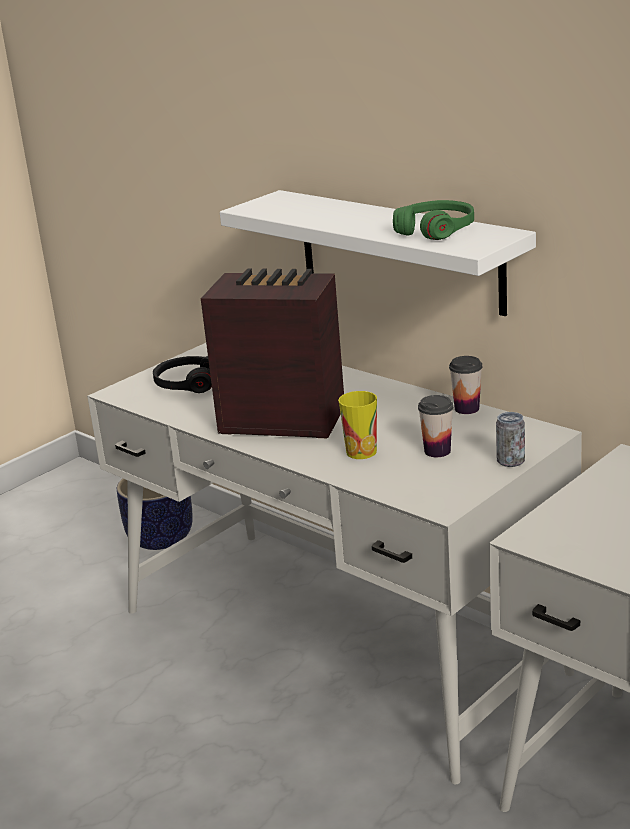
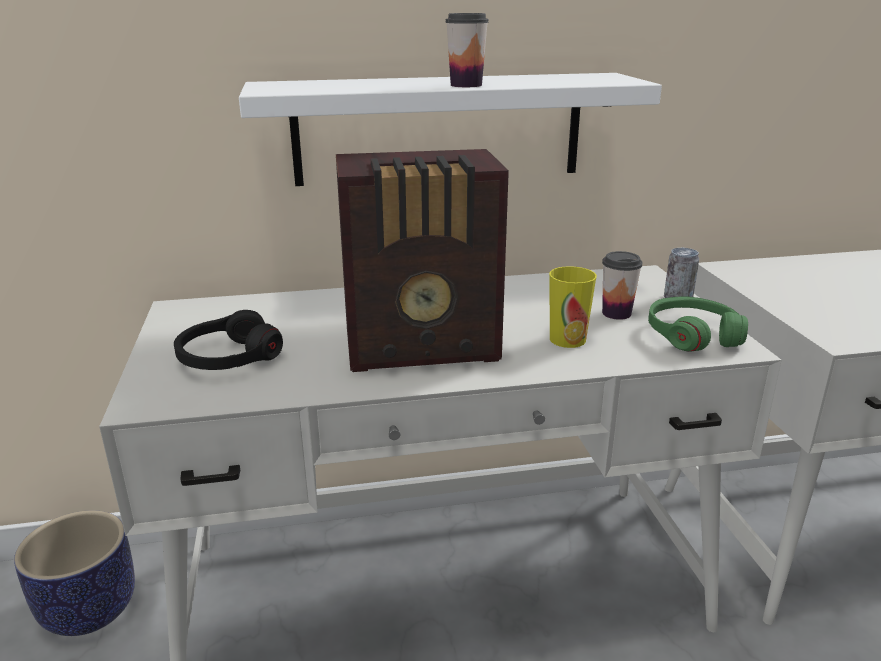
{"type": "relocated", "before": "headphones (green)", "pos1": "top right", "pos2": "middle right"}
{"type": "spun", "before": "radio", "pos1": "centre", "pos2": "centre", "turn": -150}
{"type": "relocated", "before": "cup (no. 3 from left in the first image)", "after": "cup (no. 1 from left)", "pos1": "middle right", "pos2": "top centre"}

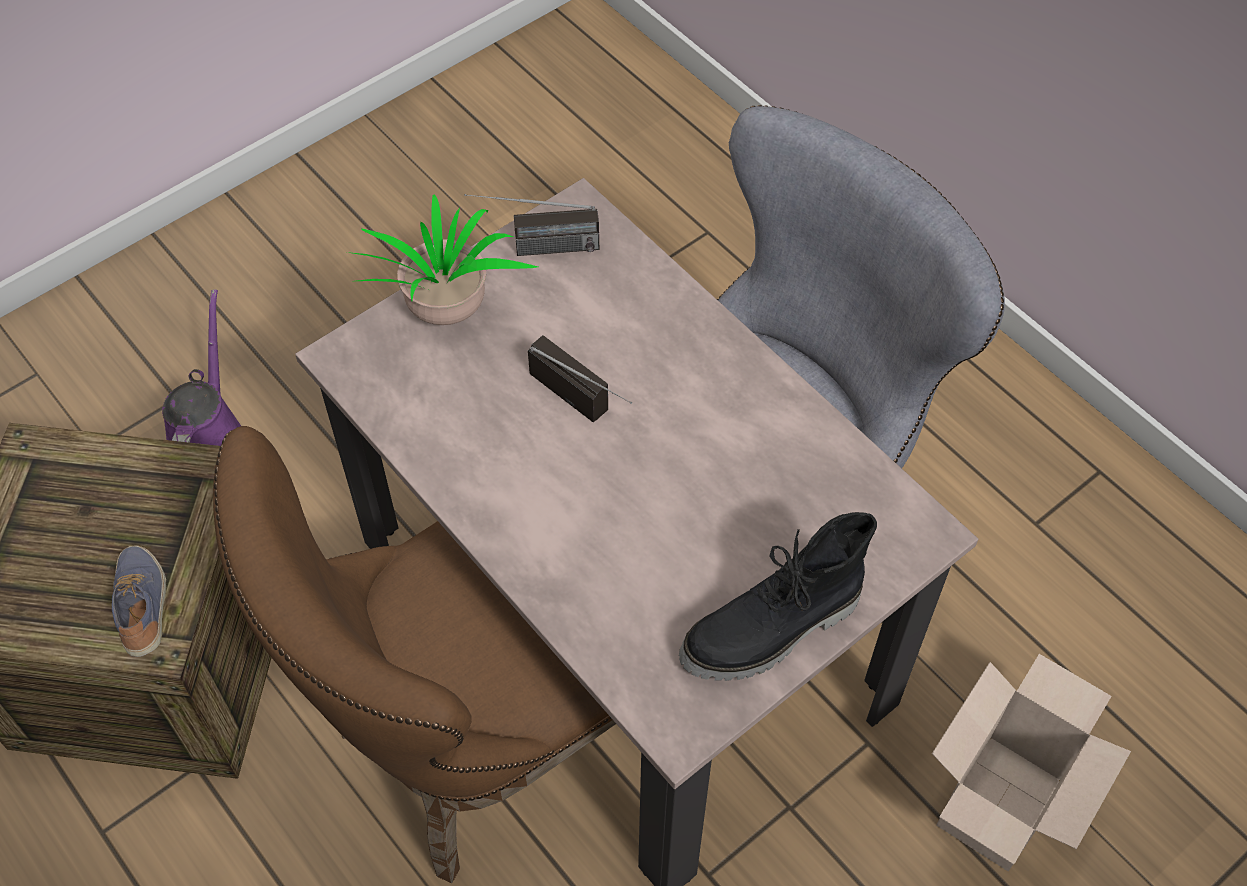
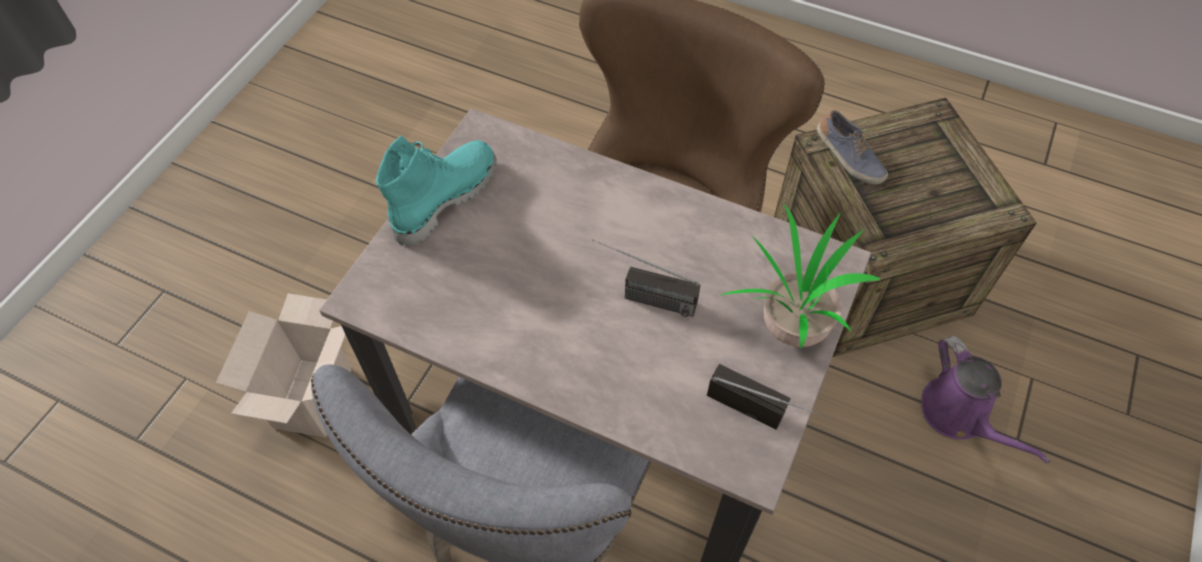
{"type": "spun", "before": "radio (no. 1 from left in the first image)", "pos1": "top centre", "pos2": "bottom centre", "turn": 60}
{"type": "colour", "before": "boot (black)", "after": "boot (turquoise)", "pos1": "bottom centre", "pos2": "centre"}

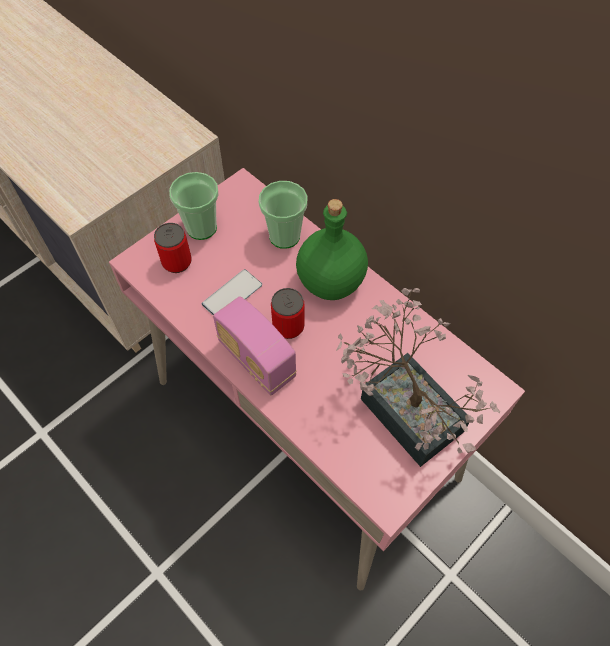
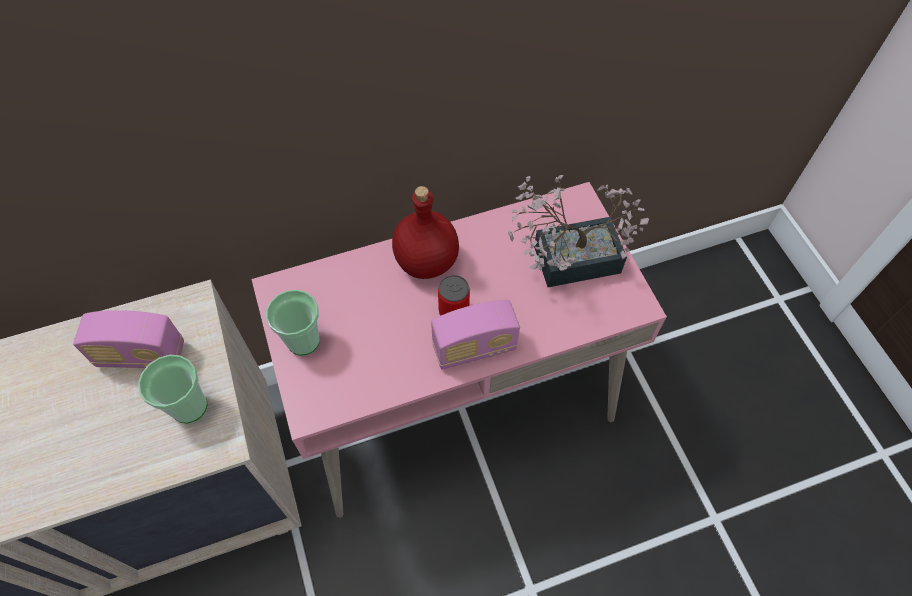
{"type": "relocated", "before": "cup (no. 2 from left in the first image)", "after": "cup (no. 1 from left)", "pos1": "top centre", "pos2": "middle left"}
{"type": "colour", "before": "bottle (green)", "after": "bottle (red)", "pos1": "centre", "pos2": "centre"}
{"type": "missing", "before": "can (no. 1 from left)", "pos1": "middle left"}
{"type": "missing", "before": "phone", "pos1": "centre"}
{"type": "appeared", "after": "radio (no. 1 from left)", "pos2": "middle left"}

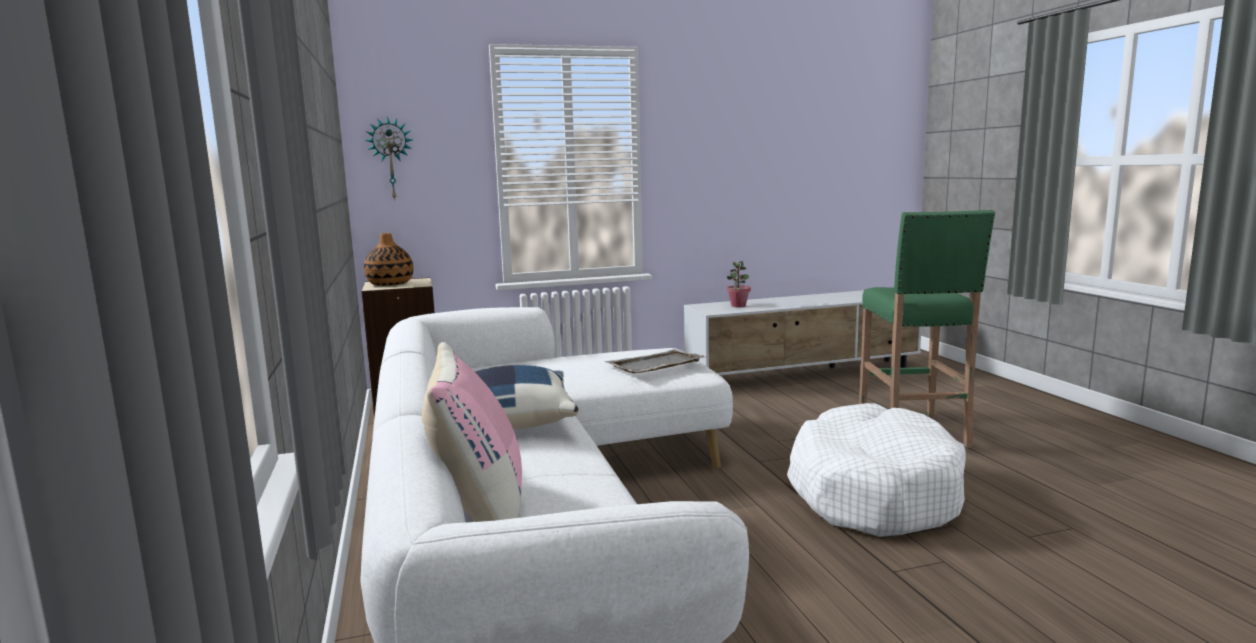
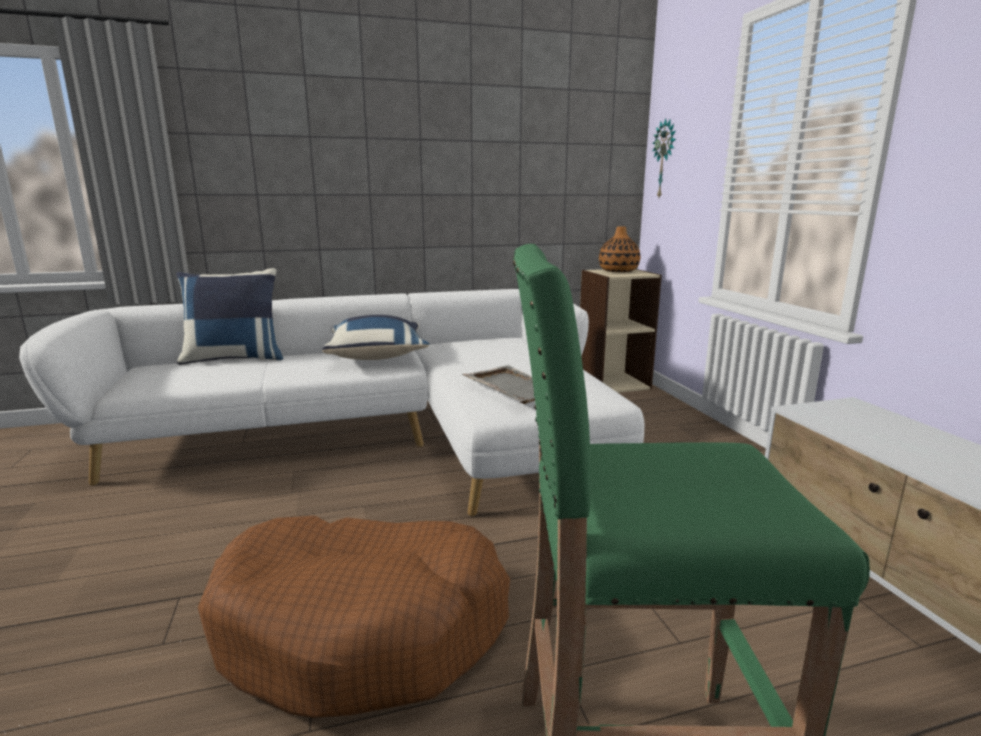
{"type": "missing", "before": "potted plant", "pos1": "centre"}
{"type": "colour", "before": "pillow (pink)", "after": "pillow (blue) (no. 1 from left)", "pos1": "bottom centre", "pos2": "middle left"}
{"type": "colour", "before": "dog bed (white)", "after": "dog bed (brown)", "pos1": "bottom right", "pos2": "bottom centre"}

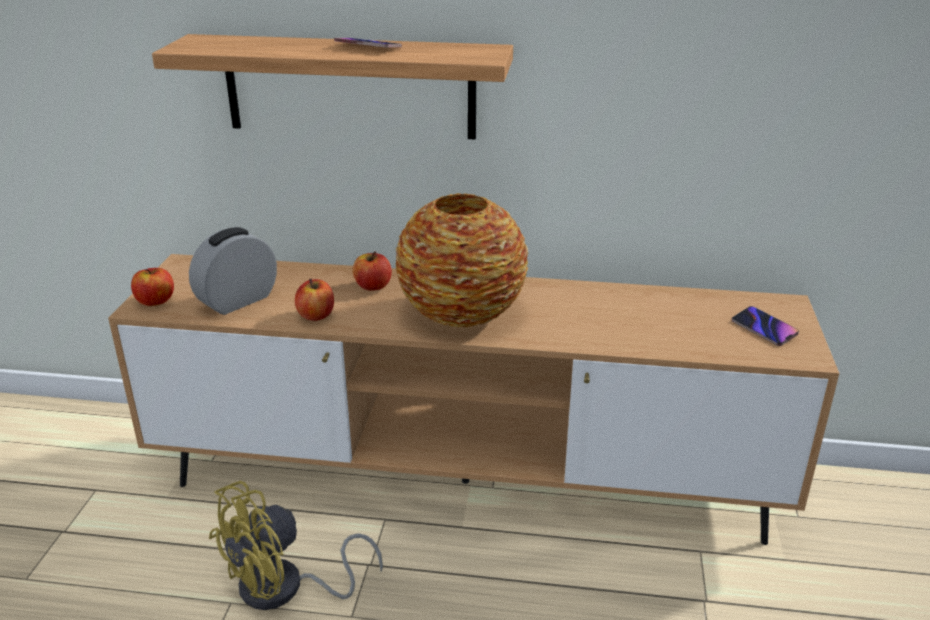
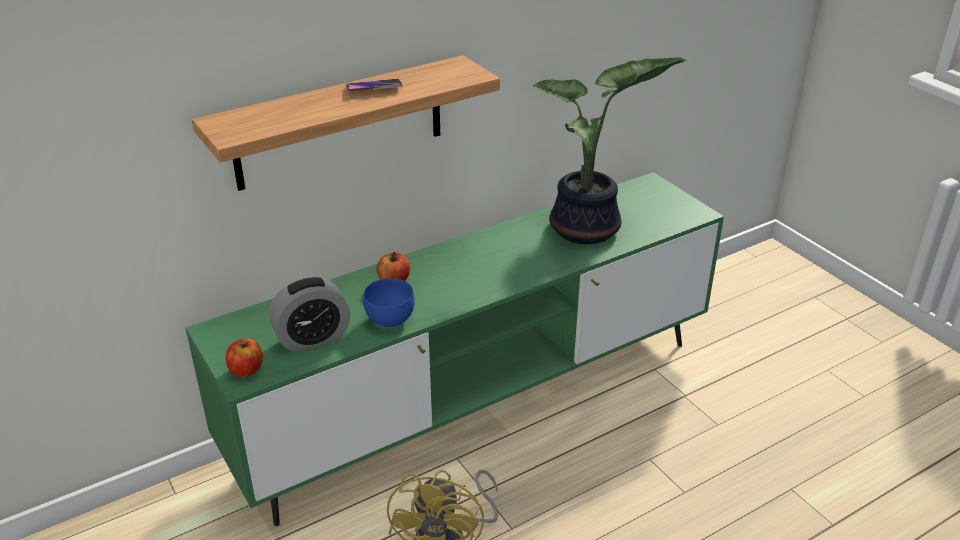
{"type": "missing", "before": "vase", "pos1": "centre"}
{"type": "spun", "before": "alarm clock", "pos1": "middle left", "pos2": "middle left", "turn": -120}
{"type": "colour", "before": "tv stand (brown)", "after": "tv stand (green)", "pos1": "centre", "pos2": "centre"}
{"type": "exchanged", "before": "apple (no. 2 from left)", "after": "bowl (blue)", "pos1": "centre", "pos2": "centre"}
{"type": "missing", "before": "phone (no. 2 from left)", "pos1": "middle right"}
{"type": "appeared", "after": "potted plant", "pos2": "top centre"}

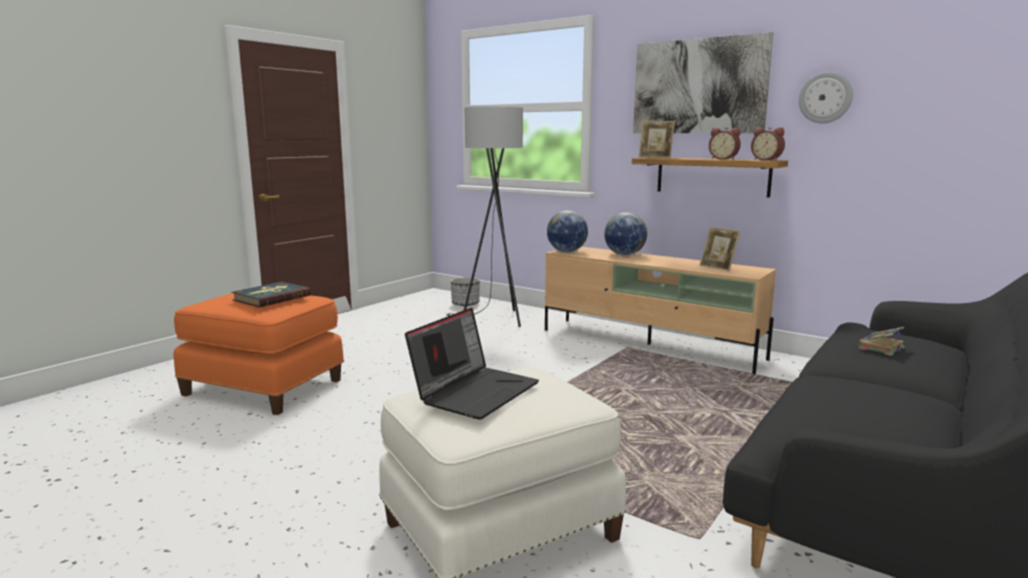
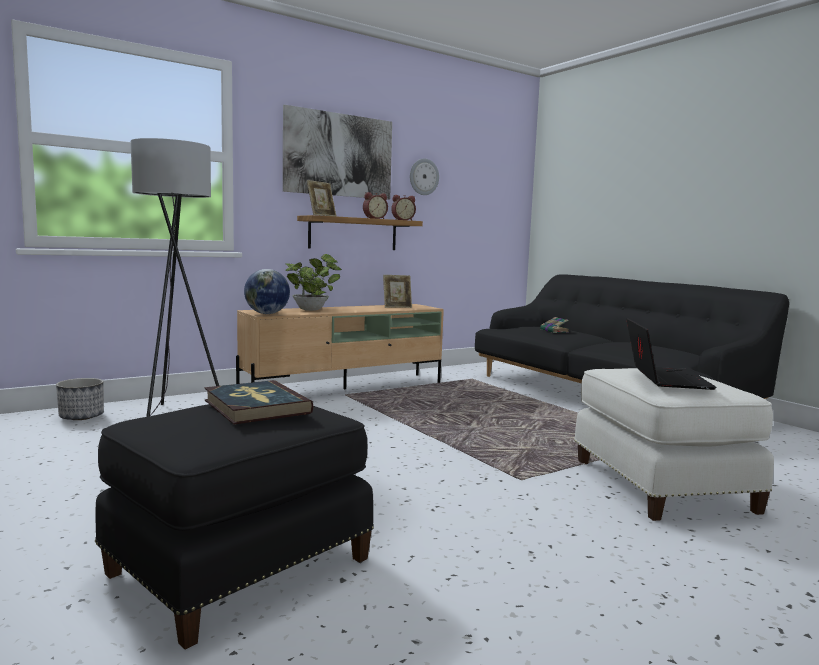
{"type": "exchanged", "before": "globe (no. 2 from left)", "after": "potted plant", "pos1": "centre", "pos2": "centre"}
{"type": "colour", "before": "ottoman (orange)", "after": "ottoman (black)", "pos1": "middle left", "pos2": "bottom left"}
{"type": "spun", "before": "laptop", "pos1": "centre", "pos2": "middle right", "turn": 45}

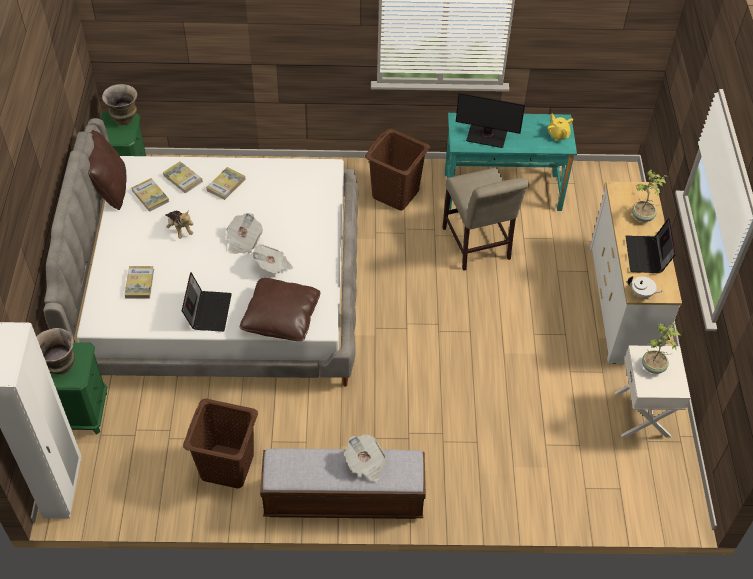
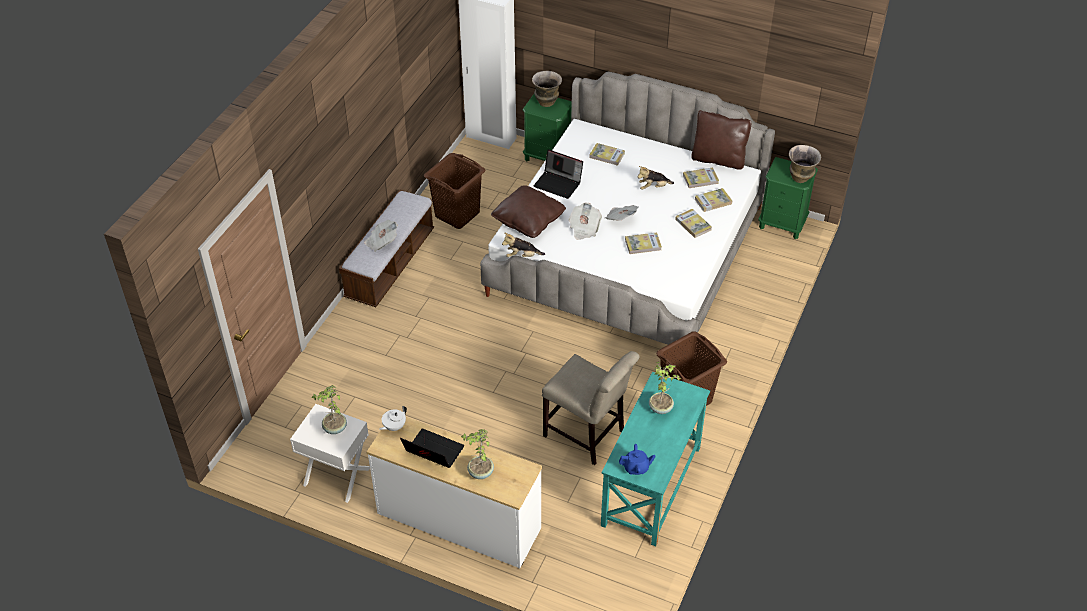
{"type": "exchanged", "before": "monitor", "after": "potted plant (no. 3 from left)", "pos1": "top centre", "pos2": "centre"}
{"type": "colour", "before": "teapot (yellow)", "after": "teapot (blue)", "pos1": "top right", "pos2": "bottom centre"}
{"type": "spun", "before": "chair (beige)", "pos1": "centre", "pos2": "bottom centre", "turn": -150}
{"type": "appeared", "after": "book (no. 2 from left)", "pos2": "centre"}
{"type": "appeared", "after": "plush toy (no. 1 from left)", "pos2": "centre"}

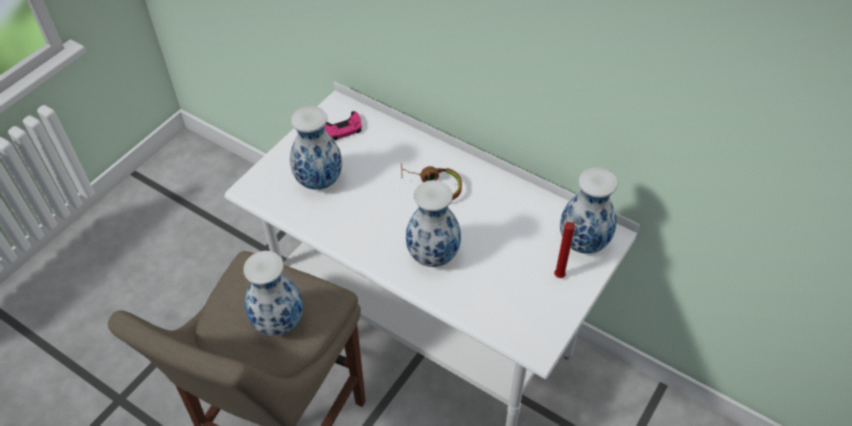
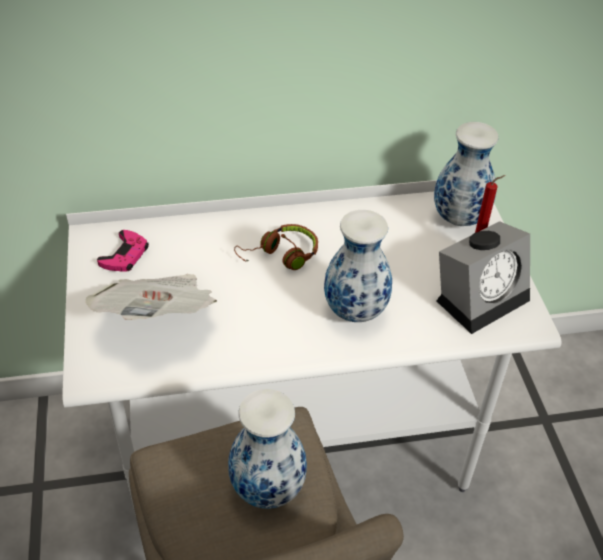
{"type": "exchanged", "before": "vase (no. 2 from left)", "after": "newspaper", "pos1": "centre", "pos2": "middle left"}
{"type": "appeared", "after": "alarm clock", "pos2": "middle right"}

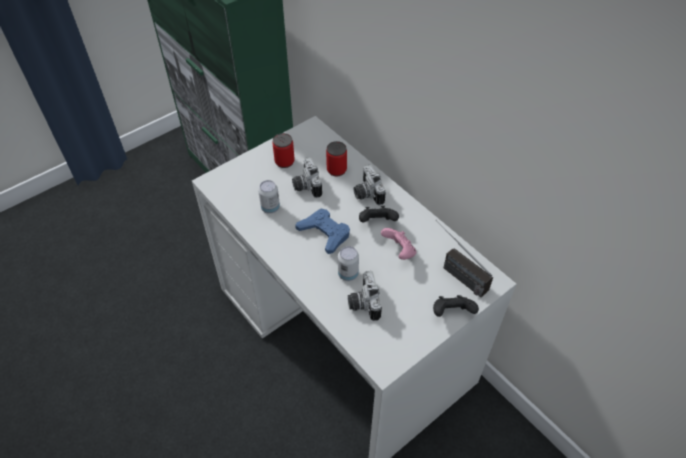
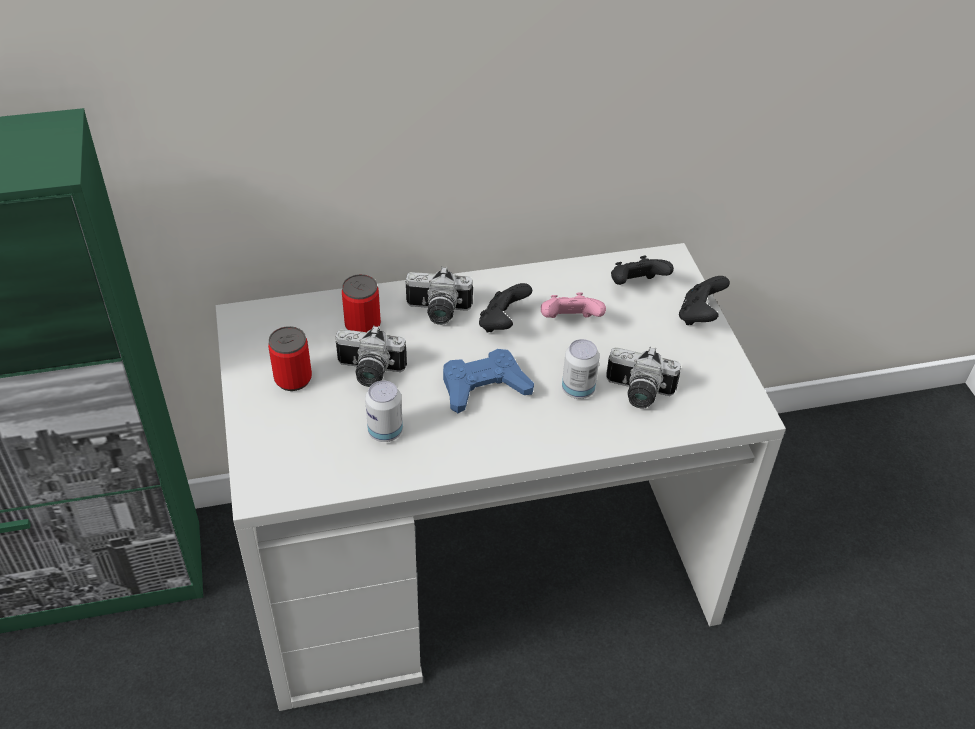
{"type": "exchanged", "before": "radio", "after": "game controller (black) (no. 2 from left)", "pos1": "middle right", "pos2": "centre"}

